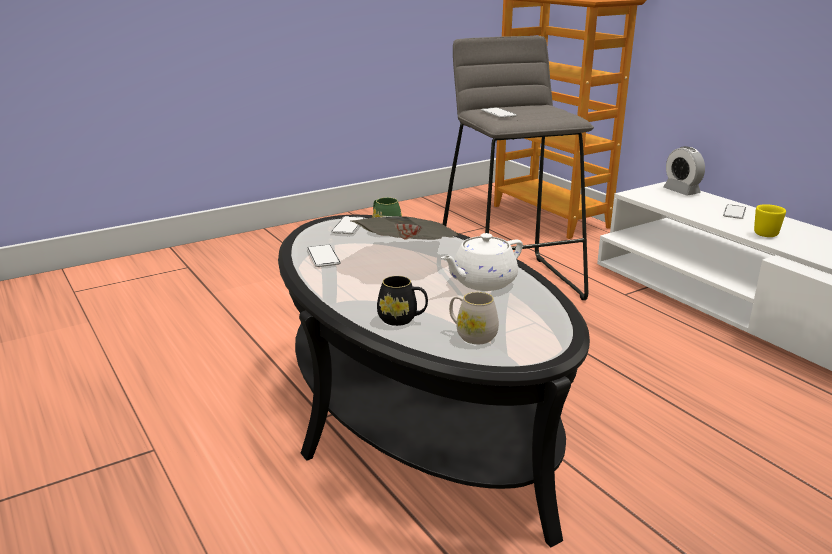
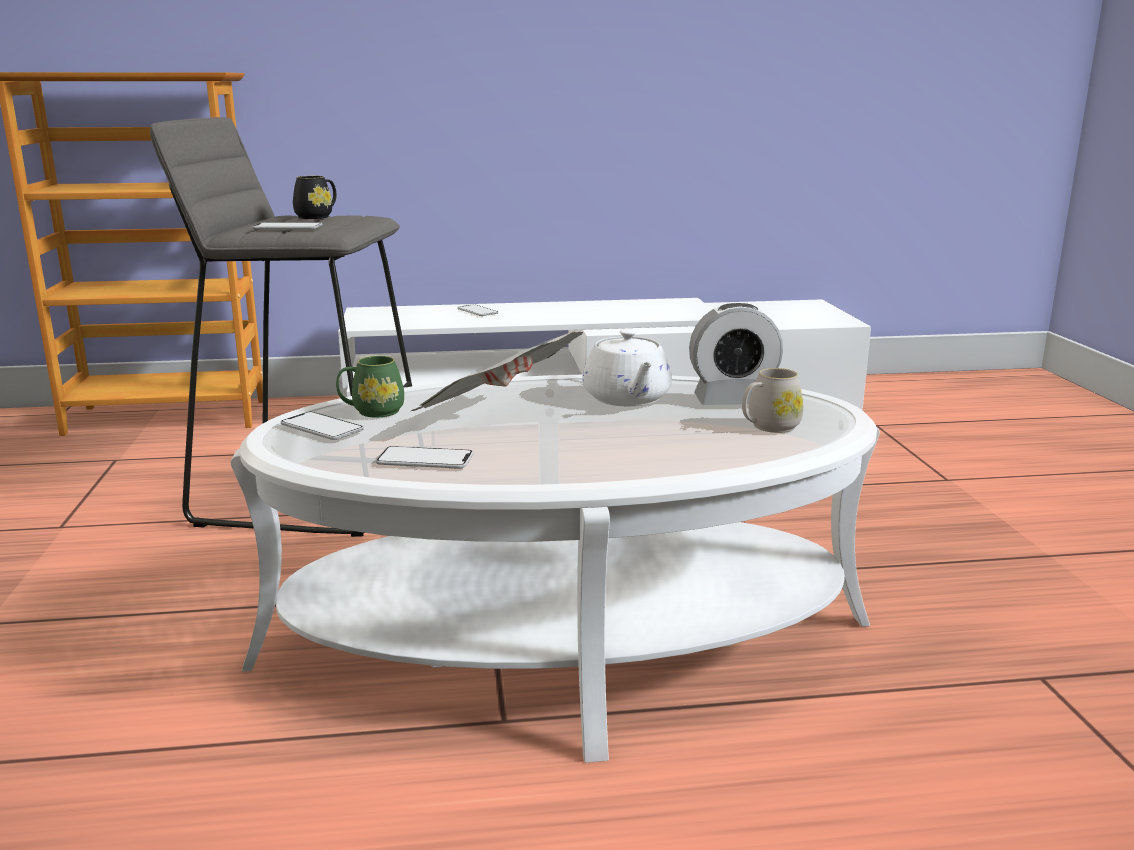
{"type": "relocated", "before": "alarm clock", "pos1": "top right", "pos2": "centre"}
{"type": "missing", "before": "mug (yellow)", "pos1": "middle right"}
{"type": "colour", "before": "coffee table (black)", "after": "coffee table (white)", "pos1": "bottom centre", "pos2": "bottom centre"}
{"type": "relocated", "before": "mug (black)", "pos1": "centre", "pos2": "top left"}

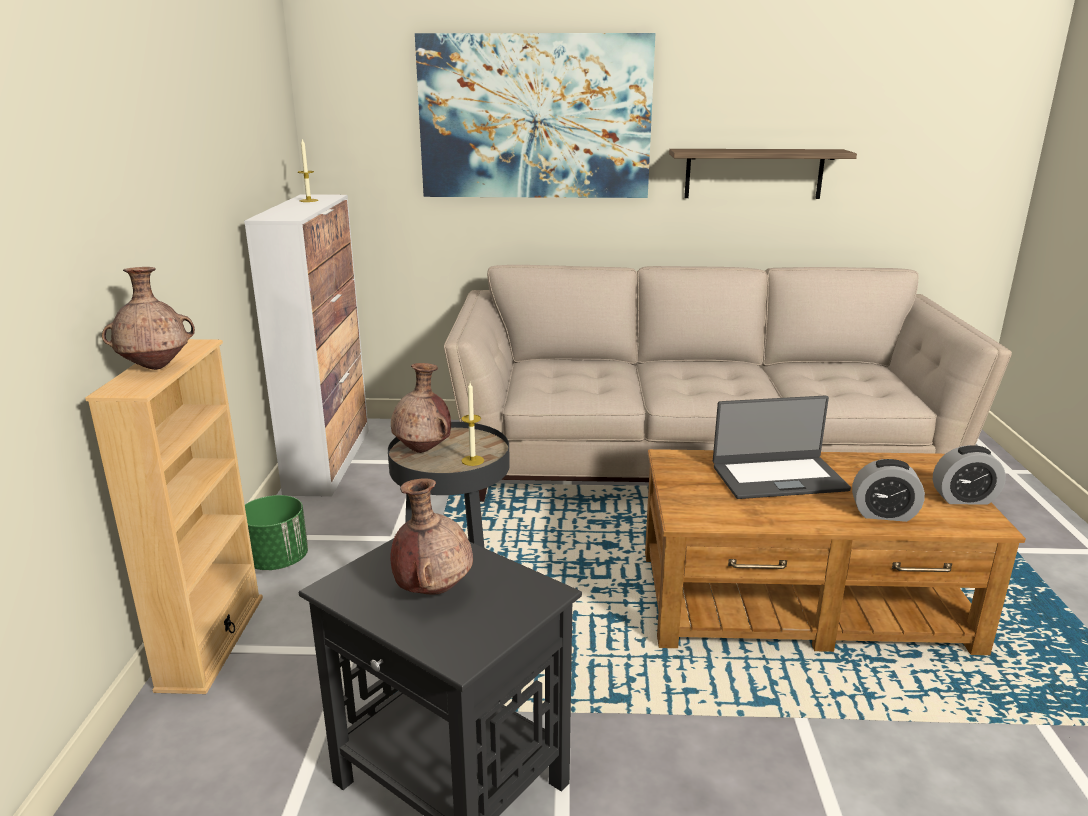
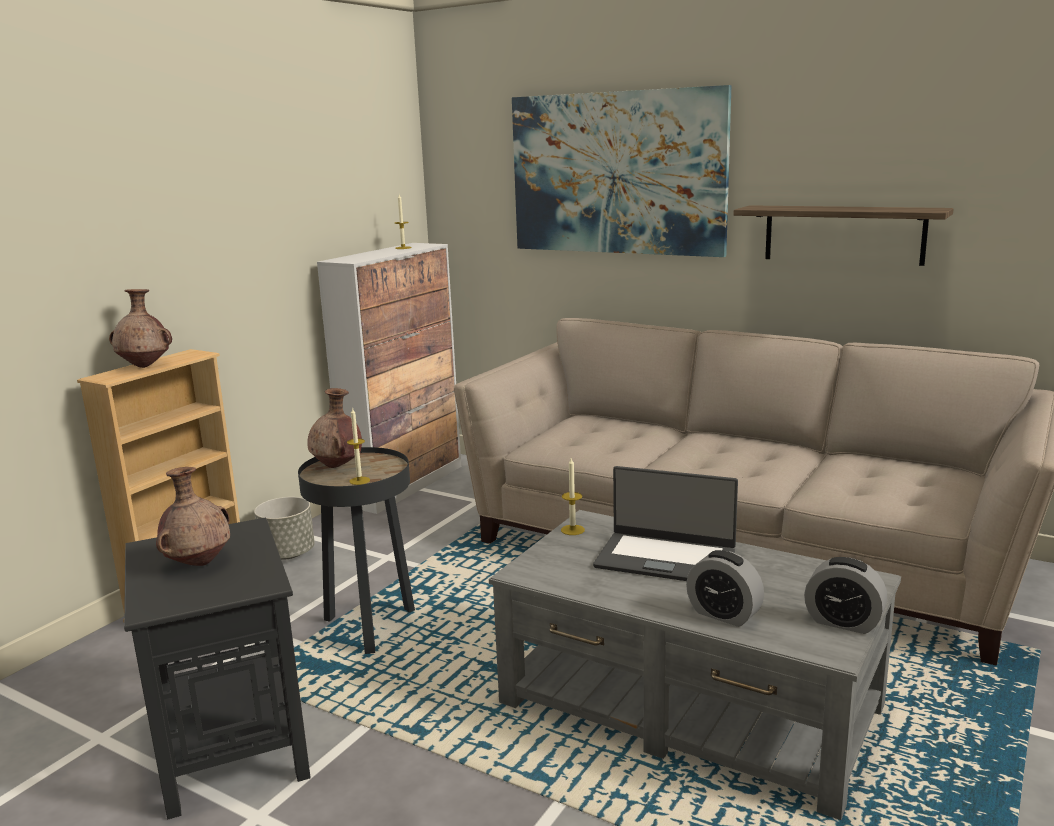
{"type": "colour", "before": "coffee table (brown)", "after": "coffee table (grey)", "pos1": "bottom right", "pos2": "bottom centre"}
{"type": "colour", "before": "planter (green)", "after": "planter (grey)", "pos1": "middle left", "pos2": "middle left"}
{"type": "appeared", "after": "candle (no. 3 from left)", "pos2": "centre"}

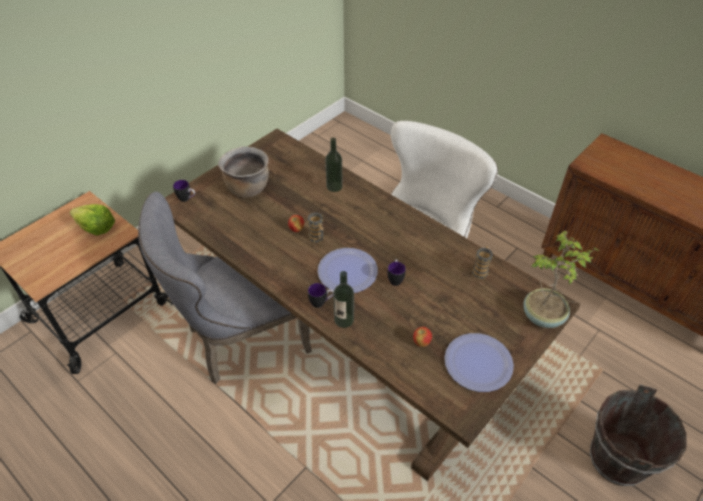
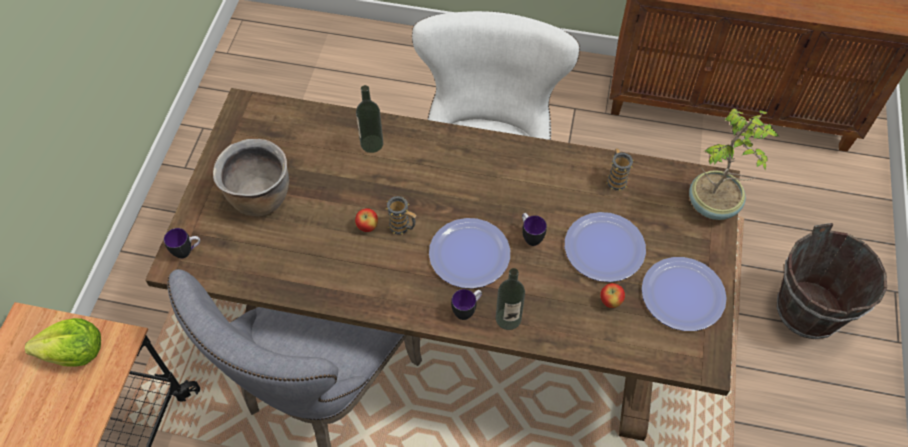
{"type": "appeared", "after": "plate (no. 2 from left)", "pos2": "centre"}

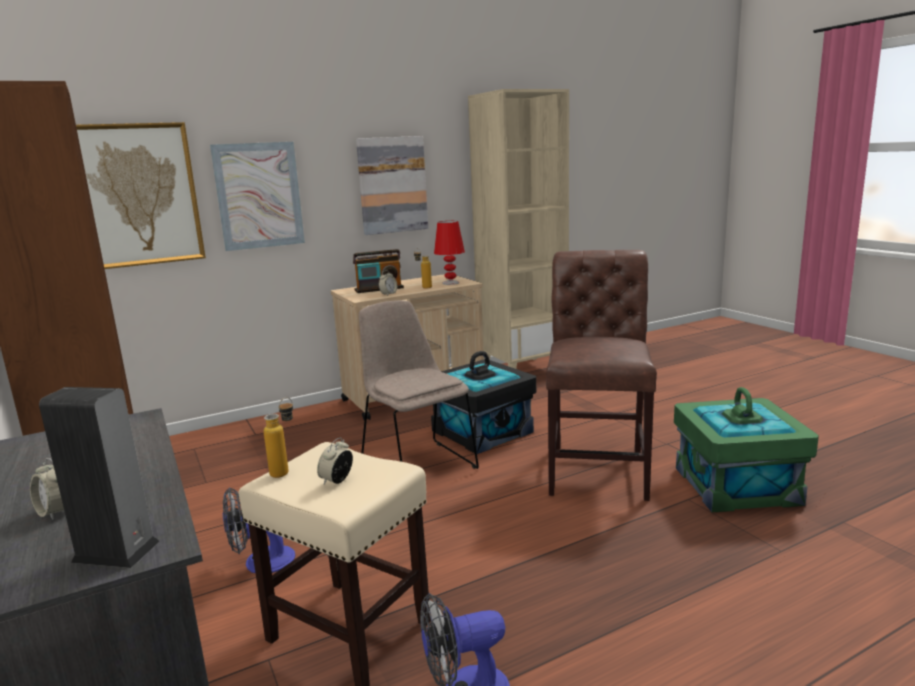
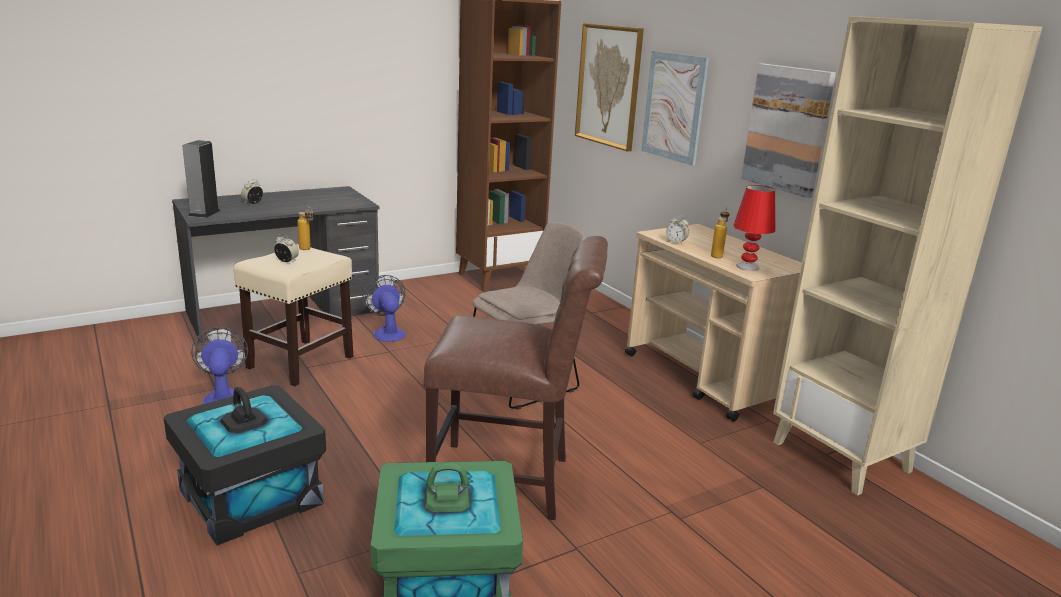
{"type": "missing", "before": "radio", "pos1": "centre"}
{"type": "relocated", "before": "storage box (black)", "pos1": "centre", "pos2": "bottom left"}

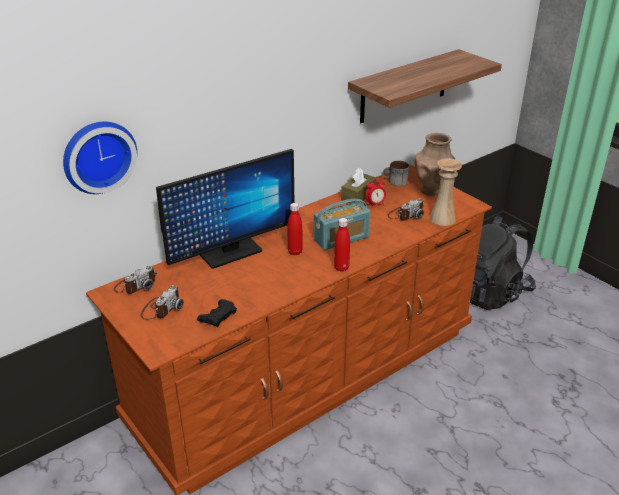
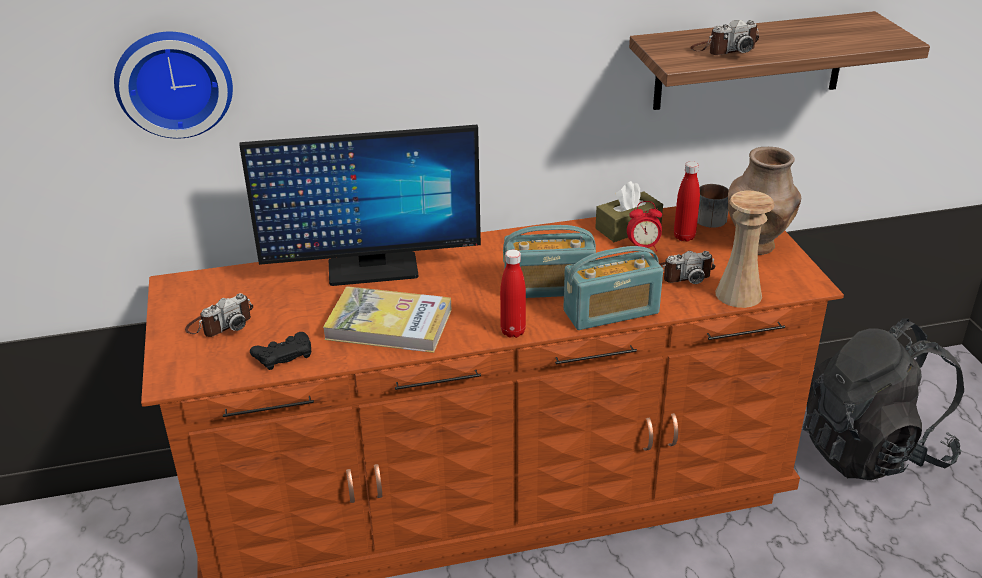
{"type": "relocated", "before": "bottle (red) (no. 1 from left in the first image)", "after": "bottle (red) (no. 2 from left)", "pos1": "centre", "pos2": "middle right"}
{"type": "relocated", "before": "photo camera (no. 1 from left in the first image)", "after": "photo camera (no. 3 from left)", "pos1": "middle left", "pos2": "top right"}
{"type": "appeared", "after": "radio (no. 2 from left)", "pos2": "centre"}
{"type": "appeared", "after": "book", "pos2": "centre"}

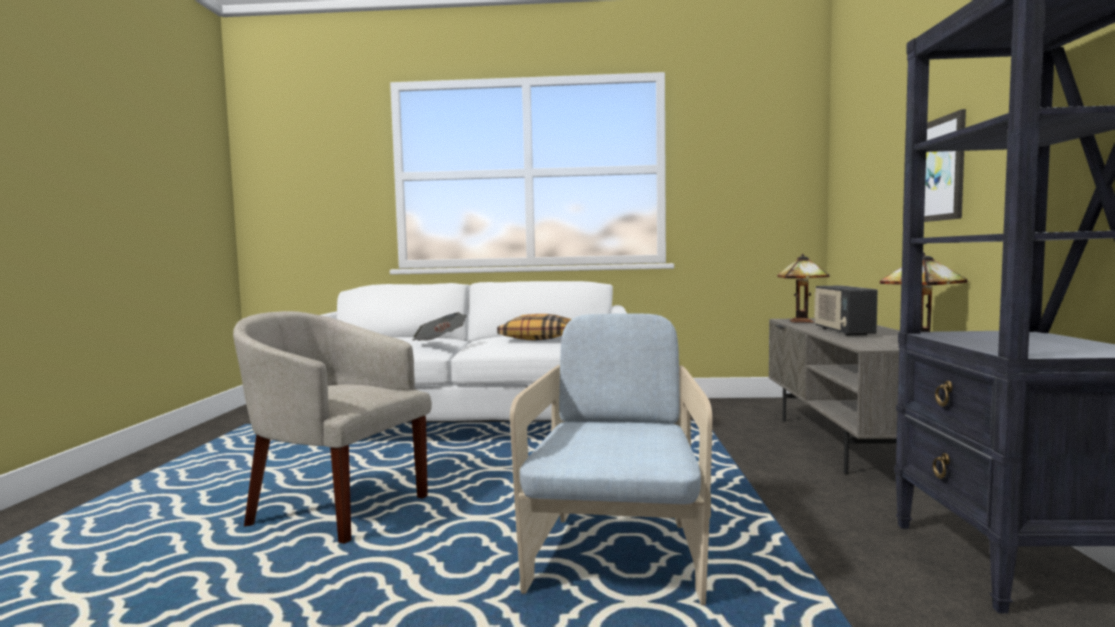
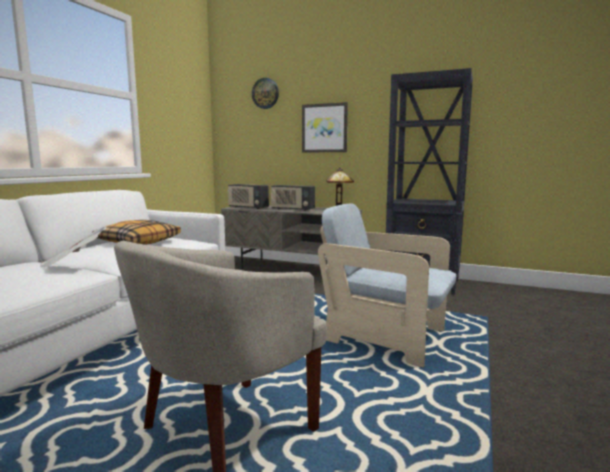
{"type": "exchanged", "before": "table lamp (no. 1 from left)", "after": "radio (no. 1 from left)", "pos1": "middle right", "pos2": "centre"}
{"type": "appeared", "after": "wall clock", "pos2": "top centre"}

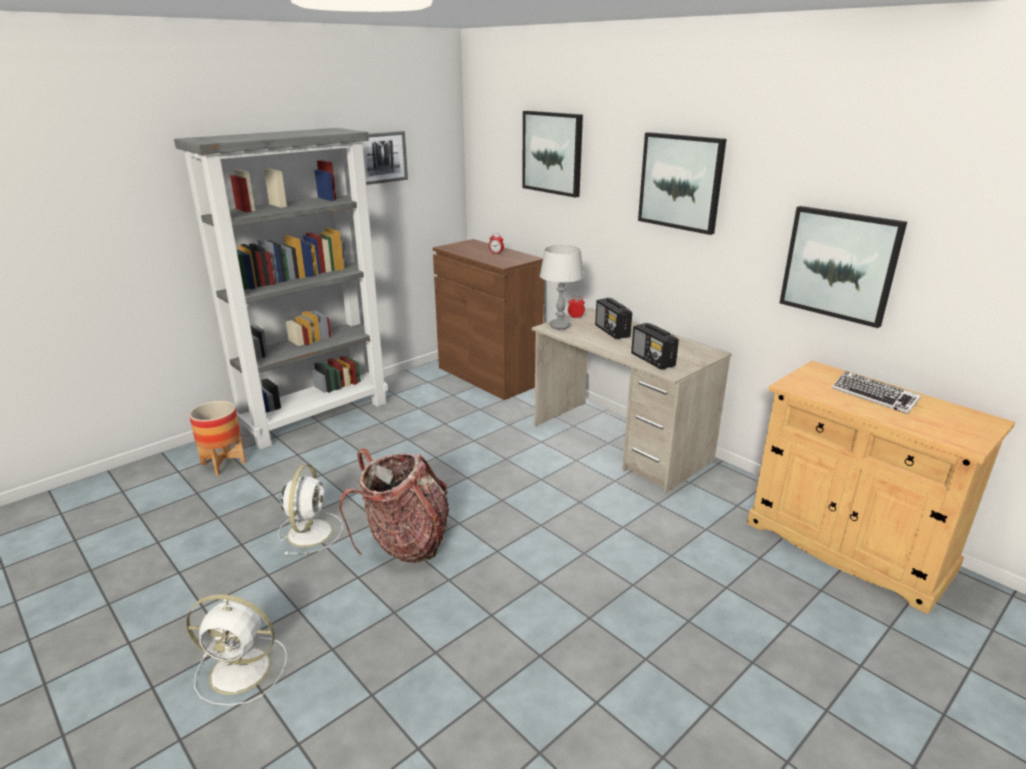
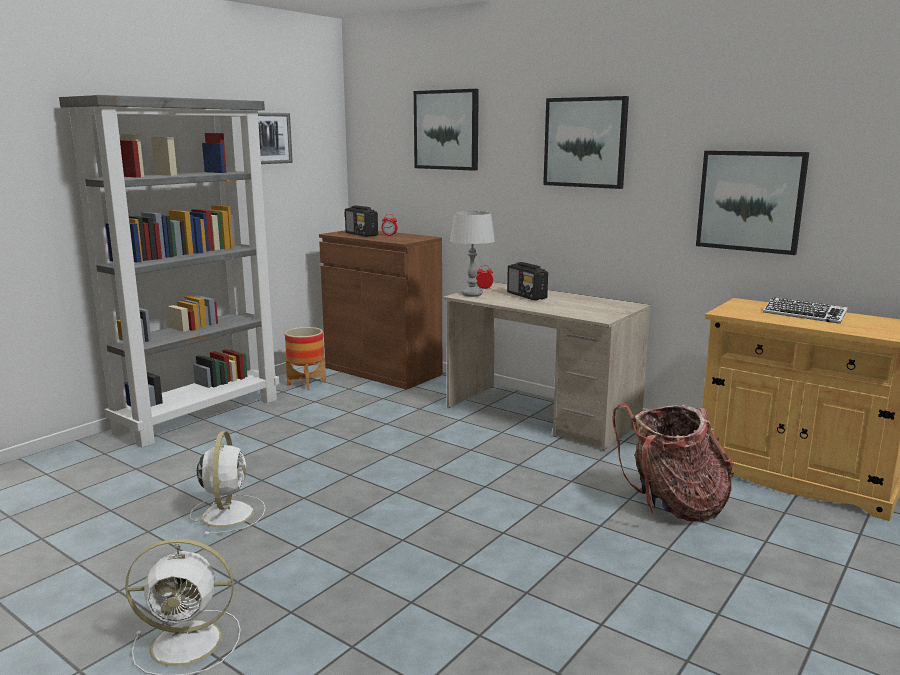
{"type": "relocated", "before": "radio (no. 2 from left in the first image)", "after": "radio (no. 1 from left)", "pos1": "centre", "pos2": "top centre"}
{"type": "relocated", "before": "planter", "pos1": "middle left", "pos2": "centre"}
{"type": "relocated", "before": "backpack", "pos1": "centre", "pos2": "bottom right"}

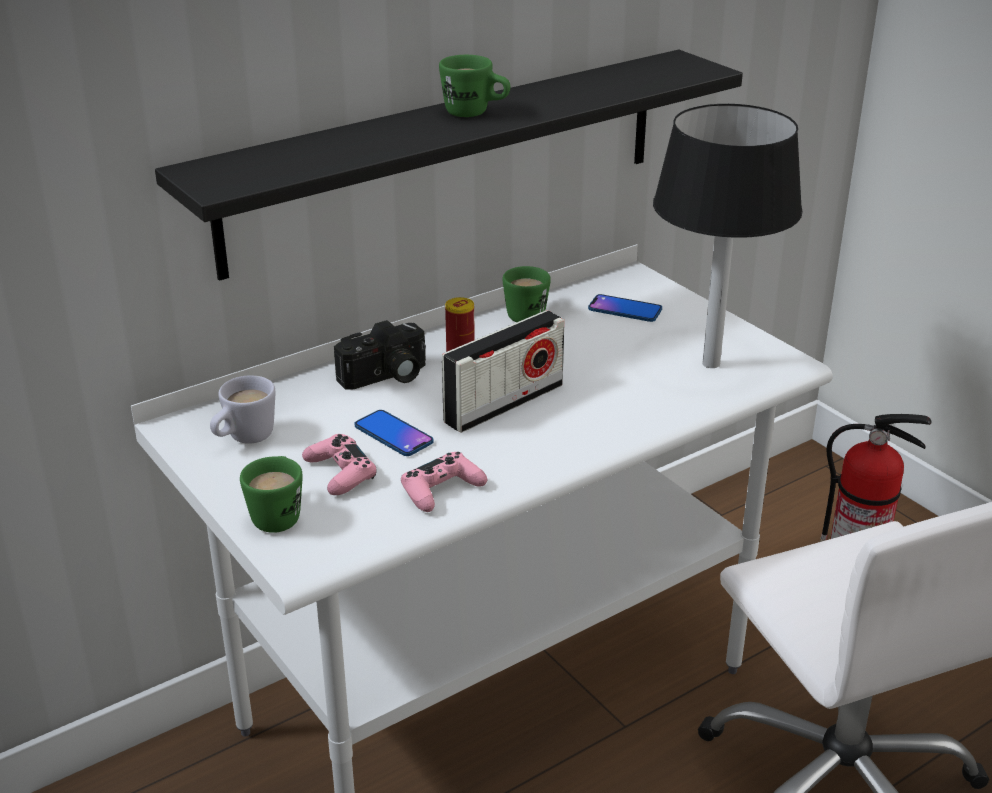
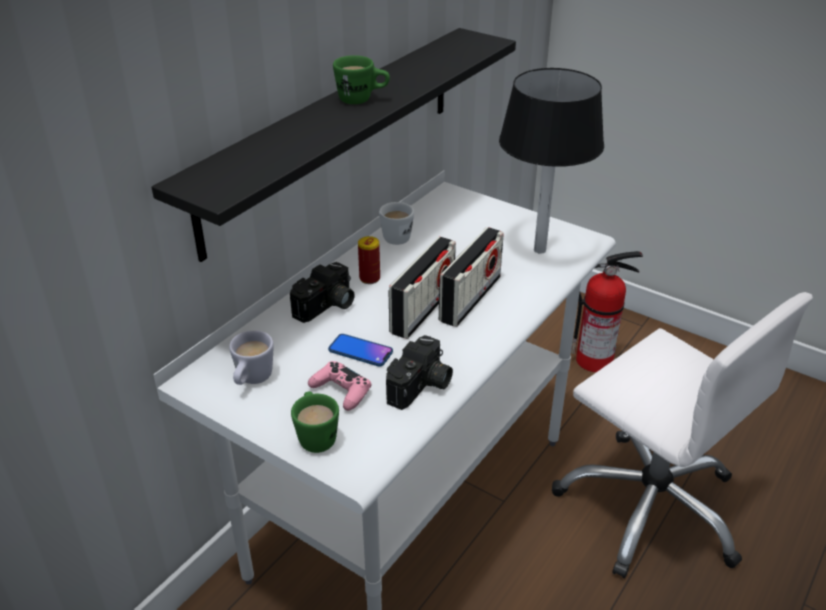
{"type": "colour", "before": "mug (green) (no. 3 from left)", "after": "mug (white) (no. 2 from left)", "pos1": "centre", "pos2": "centre"}
{"type": "missing", "before": "phone (no. 2 from left)", "pos1": "centre"}
{"type": "exchanged", "before": "game controller (pink) (no. 2 from left)", "after": "photo camera (no. 2 from left)", "pos1": "centre", "pos2": "centre"}
{"type": "appeared", "after": "radio (no. 2 from left)", "pos2": "centre"}

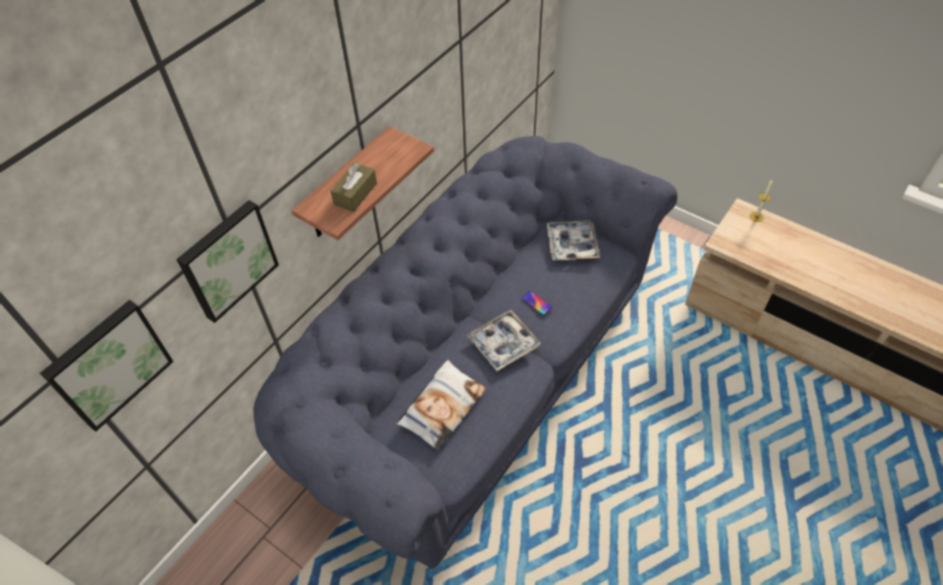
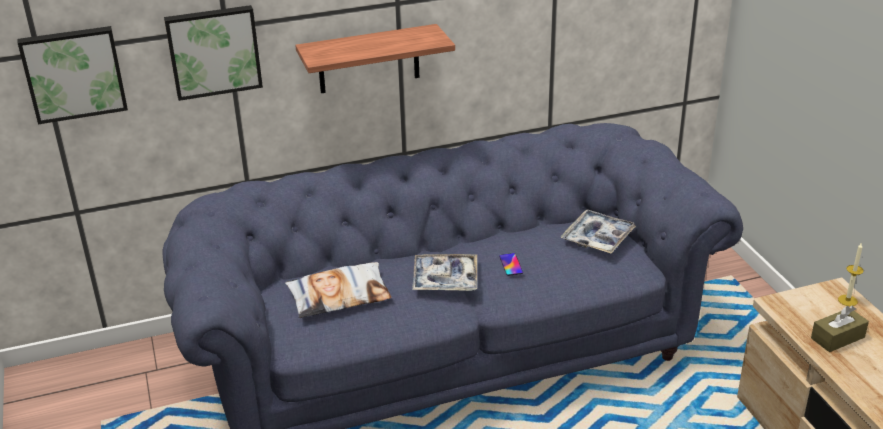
{"type": "relocated", "before": "tissue box (brown)", "pos1": "top centre", "pos2": "bottom right"}

